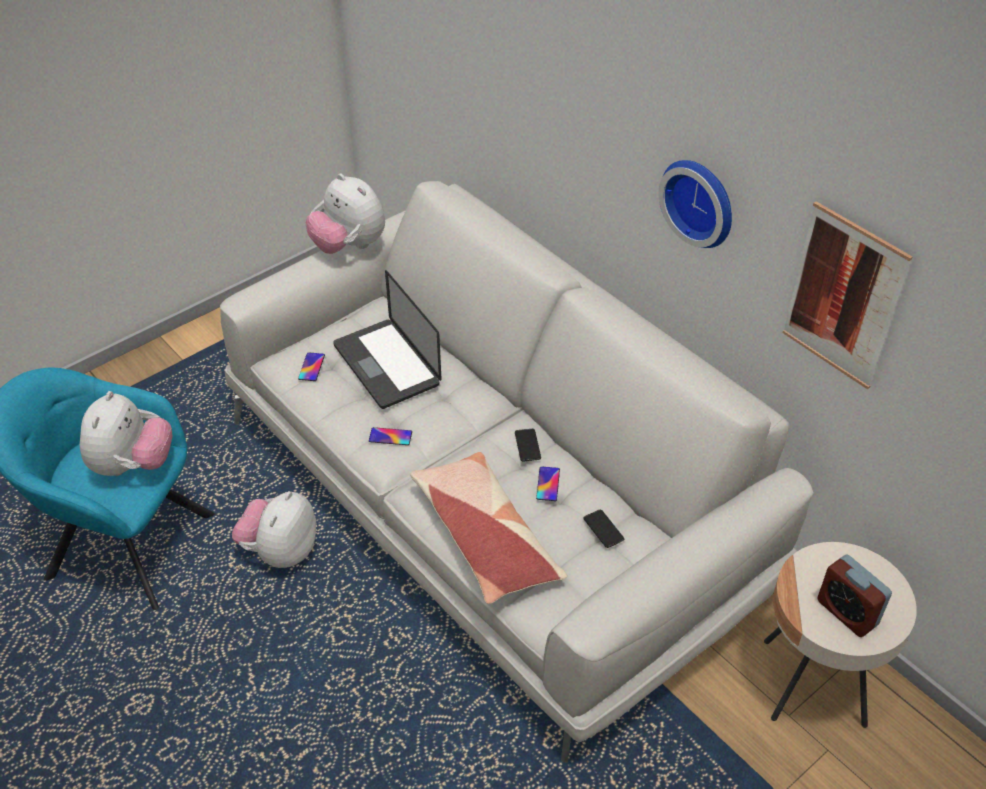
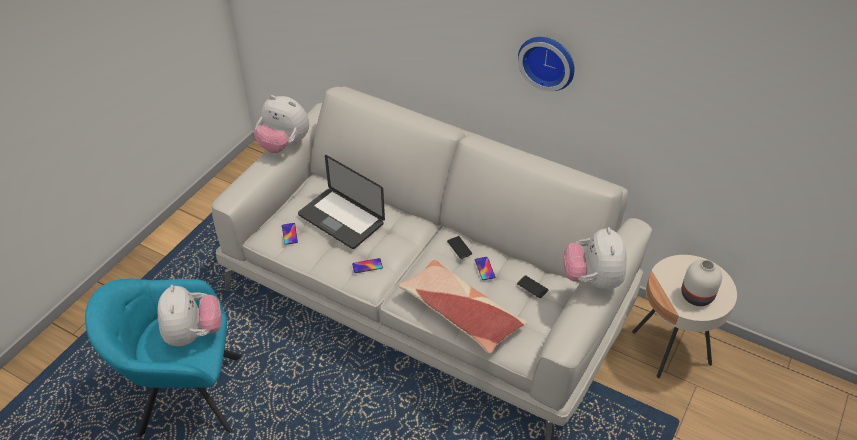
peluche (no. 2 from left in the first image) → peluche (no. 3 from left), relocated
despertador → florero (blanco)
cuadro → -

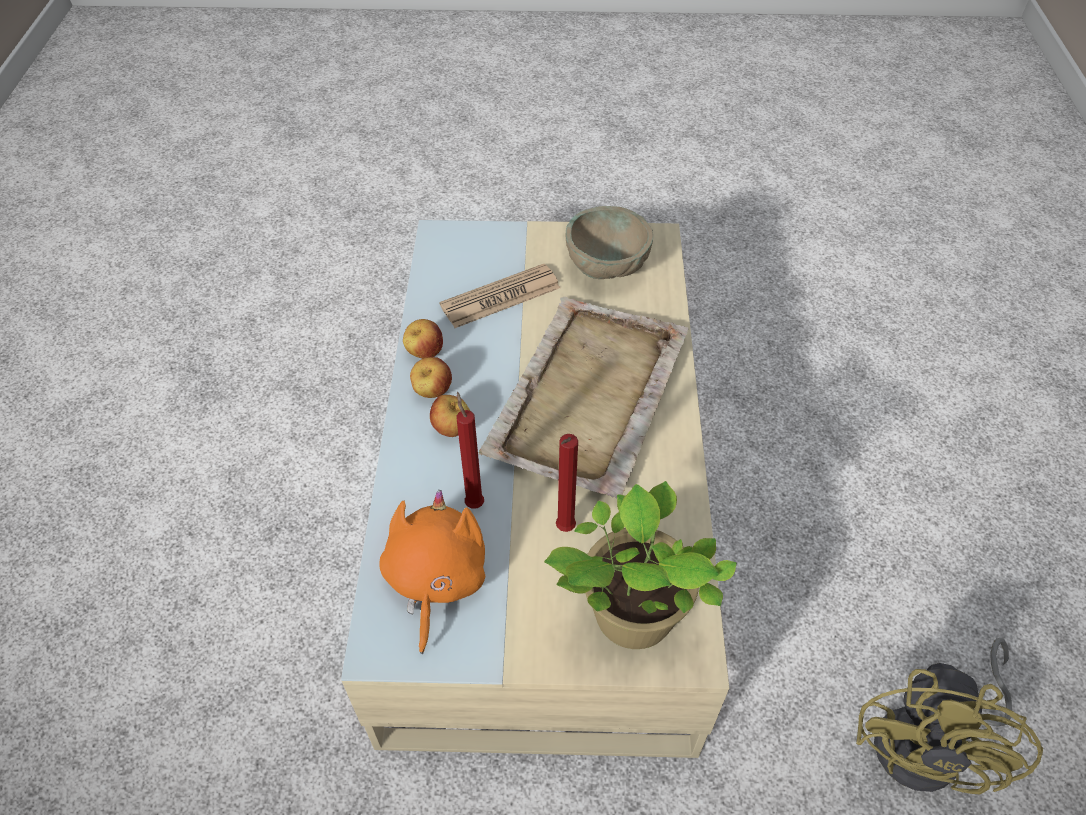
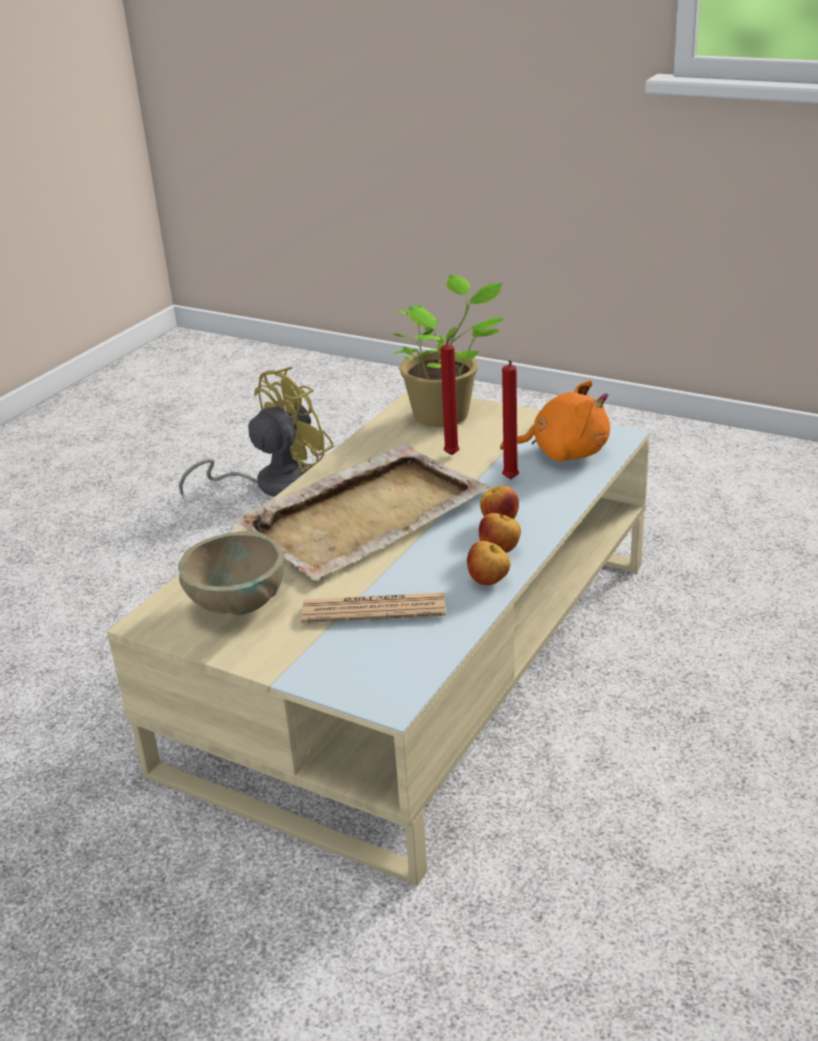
peluche (naranja), 120 degrees counterclockwise

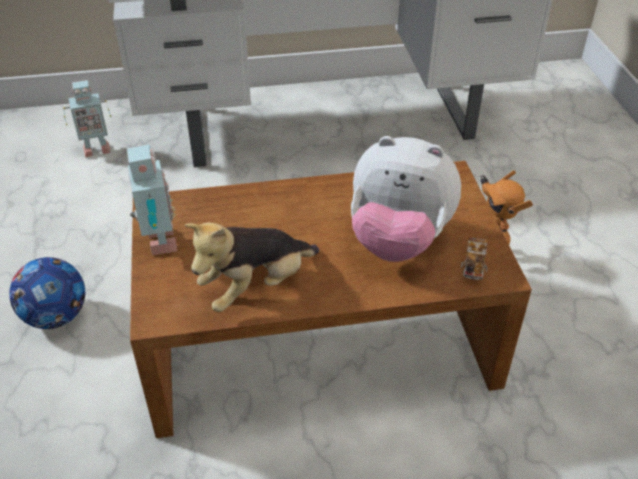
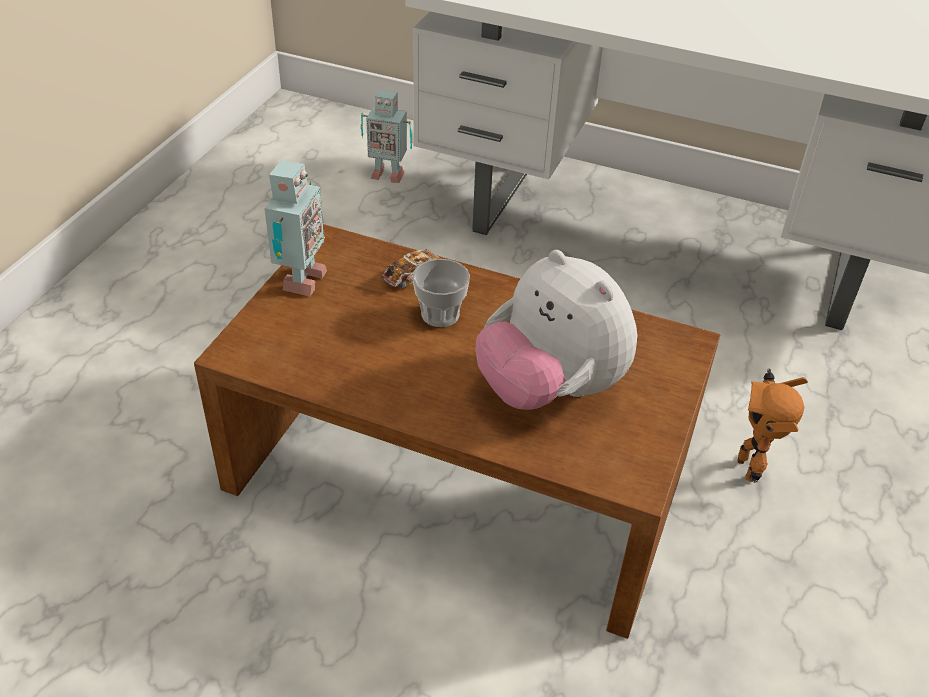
coche de juguete, relocated
- → taza
balón de fútbol → -
peluche (no. 1 from left) → -

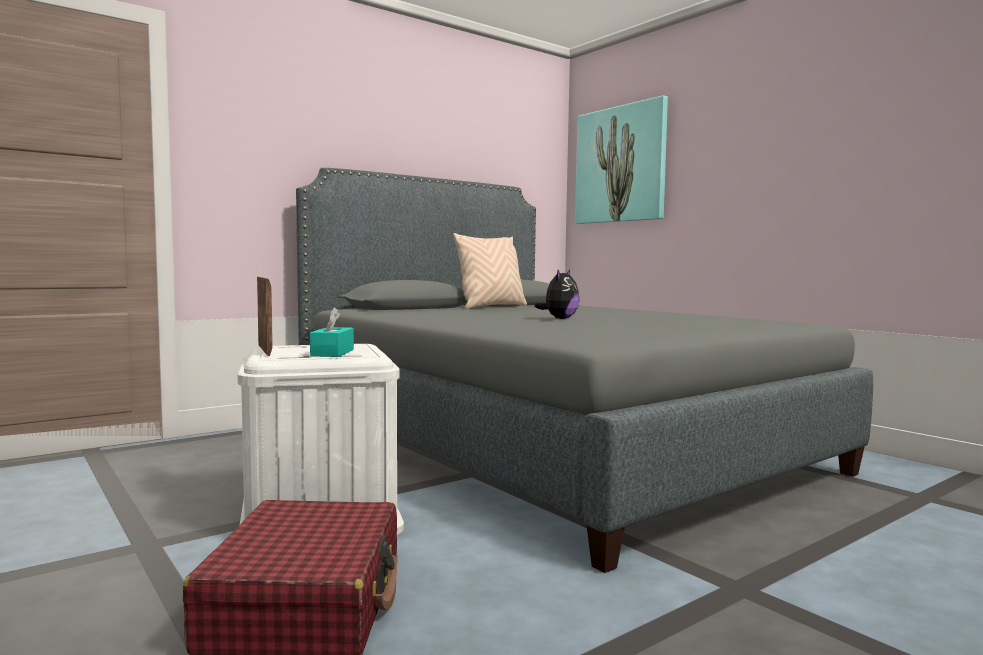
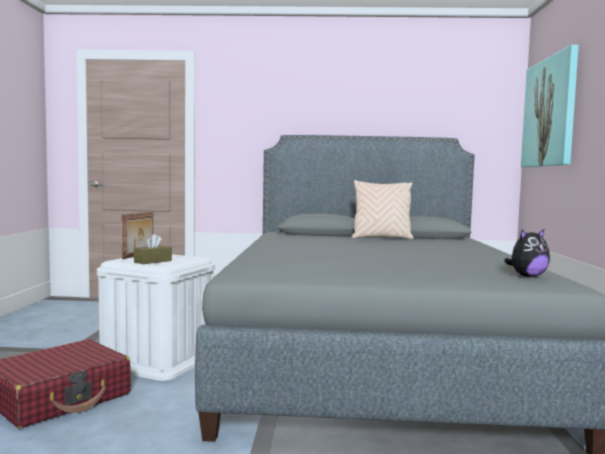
caja de pañuelos (turquesa) → caja de pañuelos (marrón)
peluche, relocated

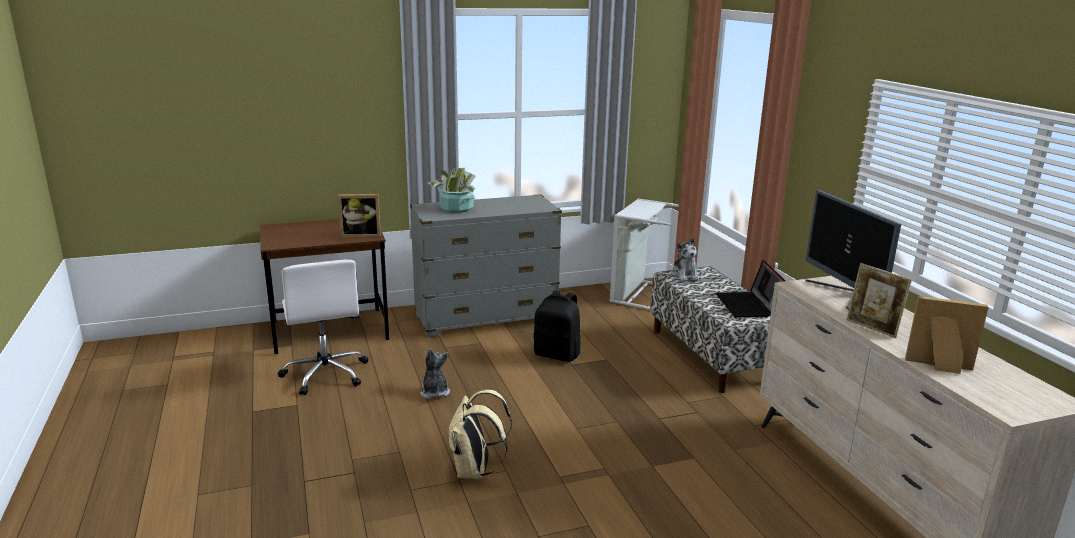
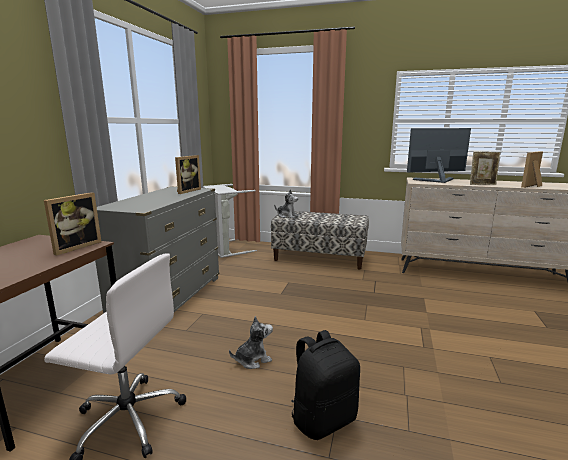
- → portarretratos (no. 2 from left)
peluche (no. 1 from left), 135 degrees clockwise
mochila (negro), relocated
monitor, 150 degrees clockwise
planta en maceta → -
mochila (beis) → -
portátil → -

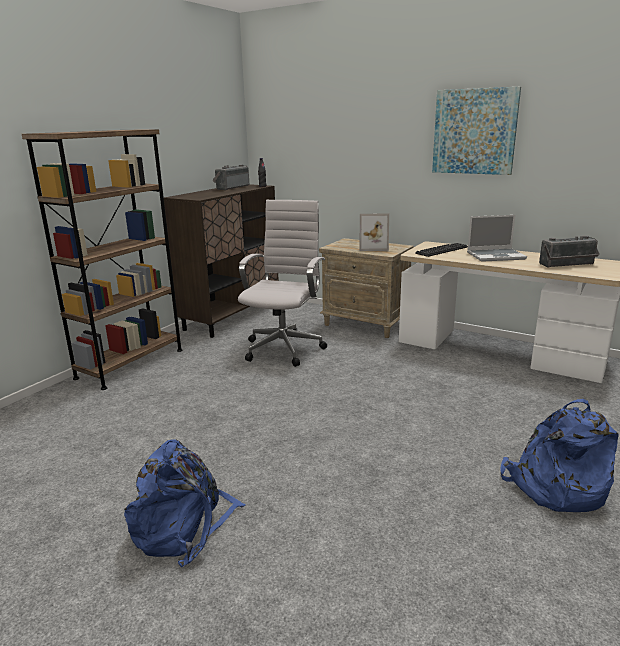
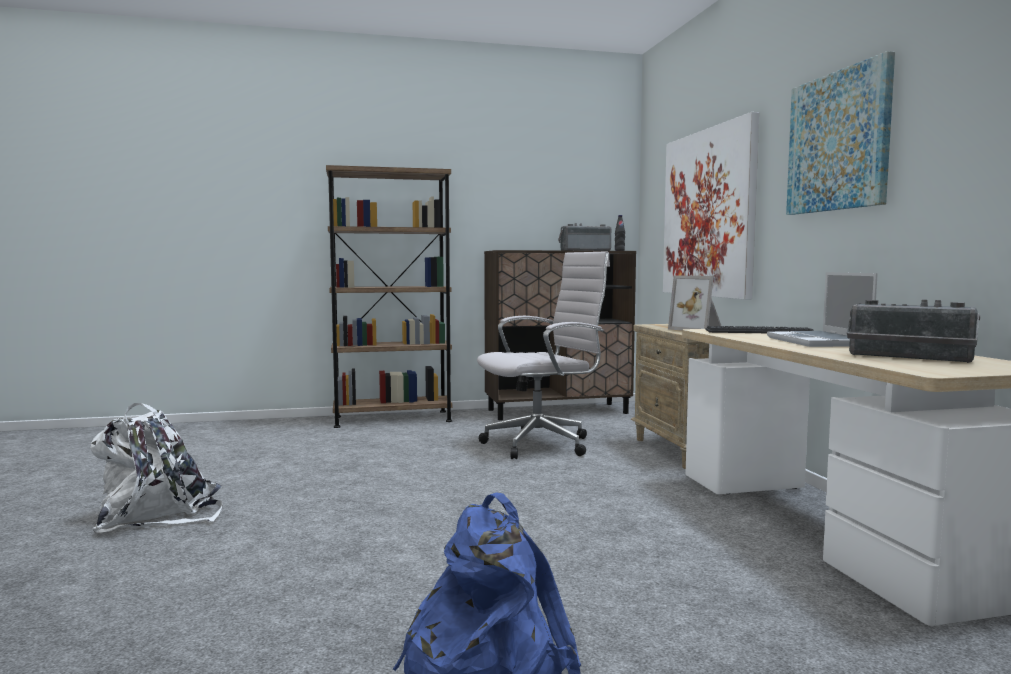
mochila (azul) (no. 1 from left) → mochila (blanco)
- → cuadro (no. 1 from left)
portátil, 45 degrees clockwise

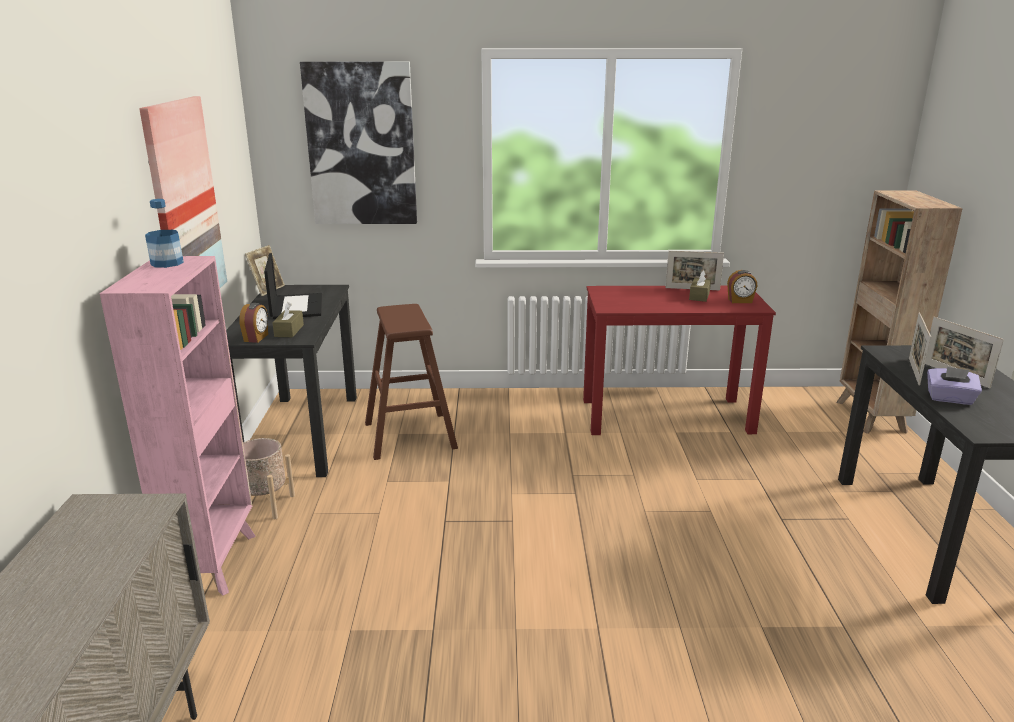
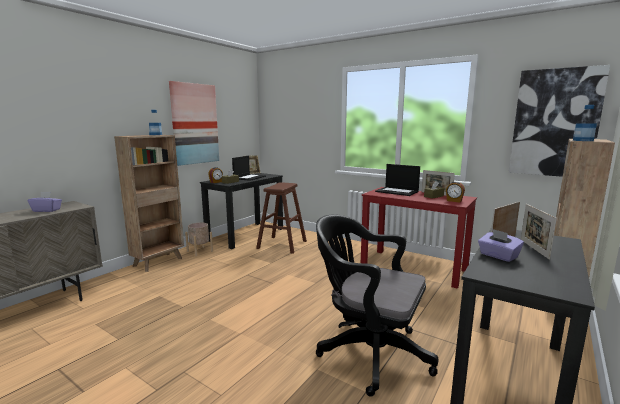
- → caja de pañuelos (morado) (no. 1 from left)
estantería (rosa) → estantería (marrón) (no. 1 from left)
- → silla de oficina (negro)
- → portátil (no. 2 from left)
cuadro (no. 2 from left), relocated
- → botella (no. 2 from left)

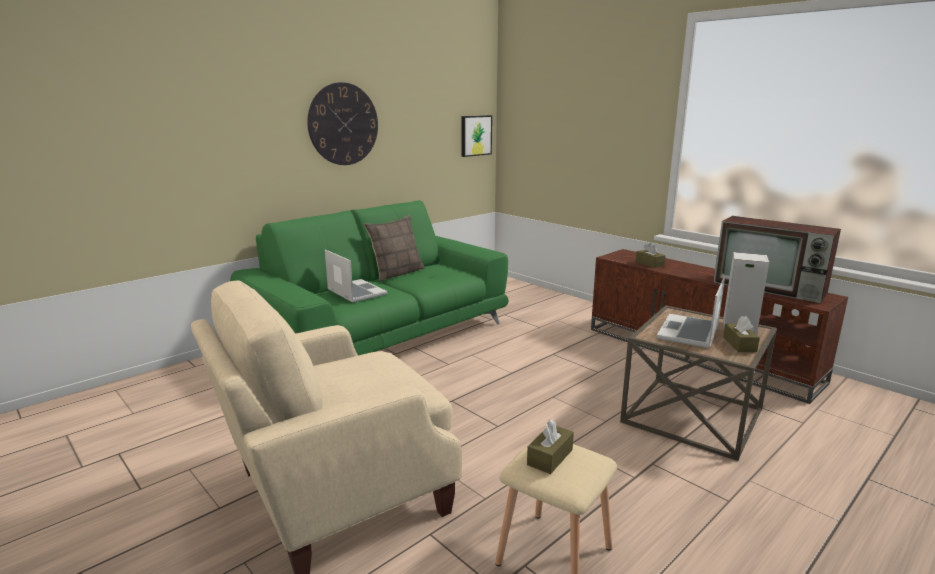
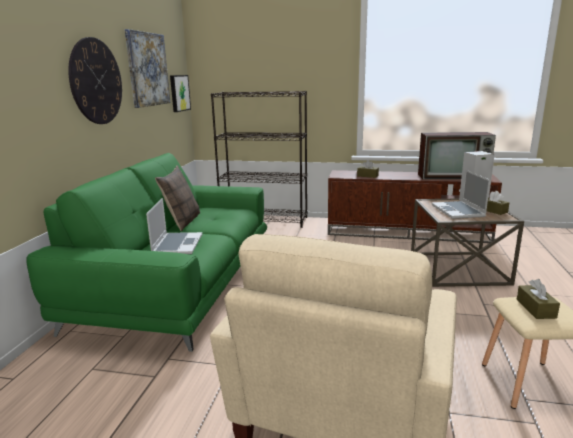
- → cuadro (no. 1 from left)
portátil (no. 1 from left), 75 degrees clockwise
- → estantería (negro)

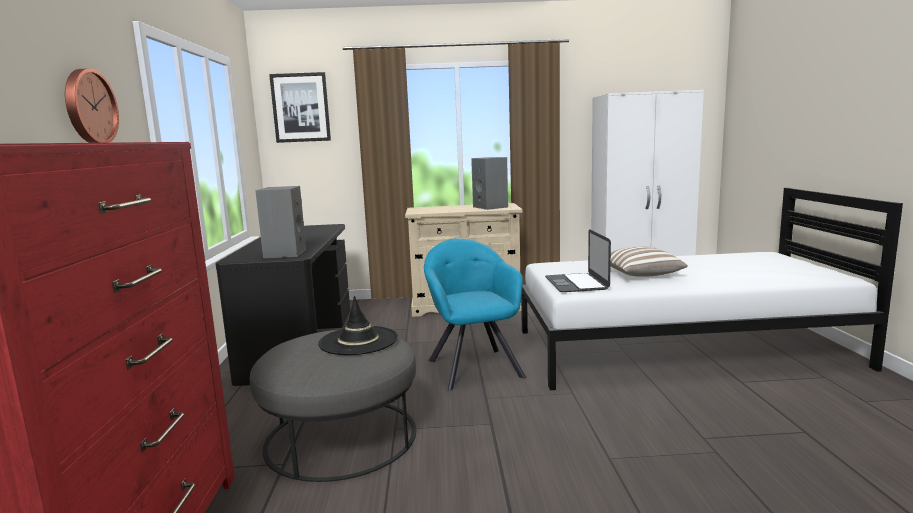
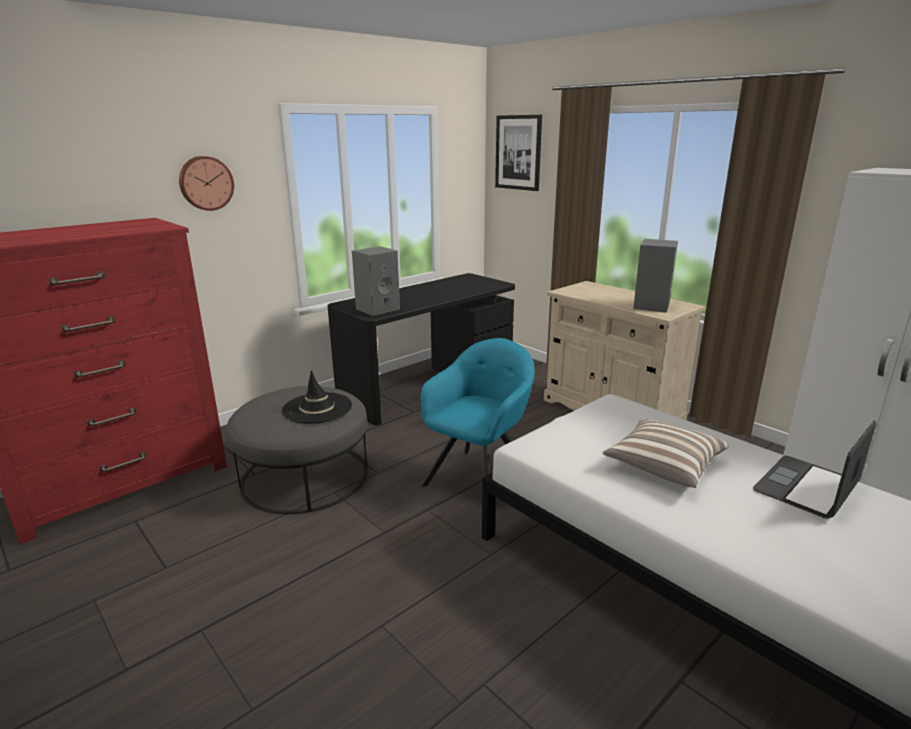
portátil, relocated

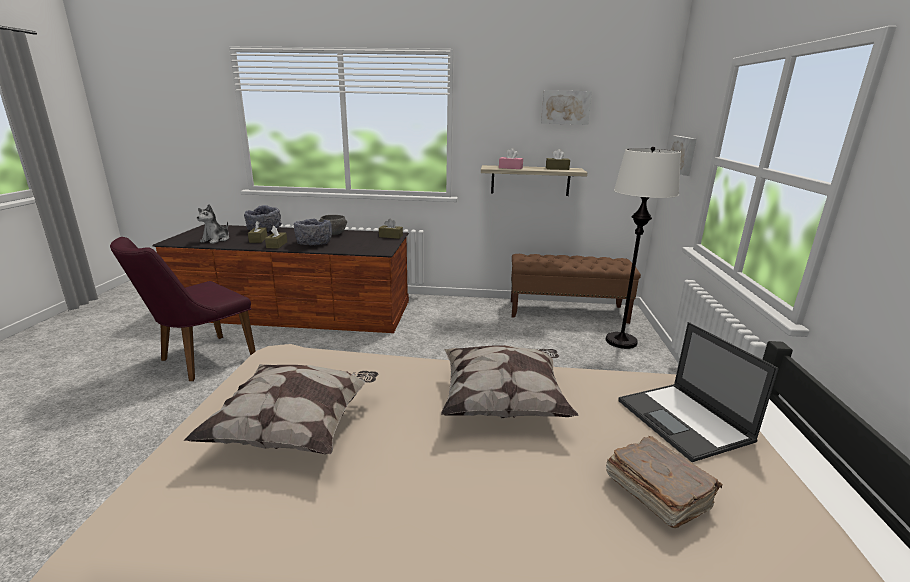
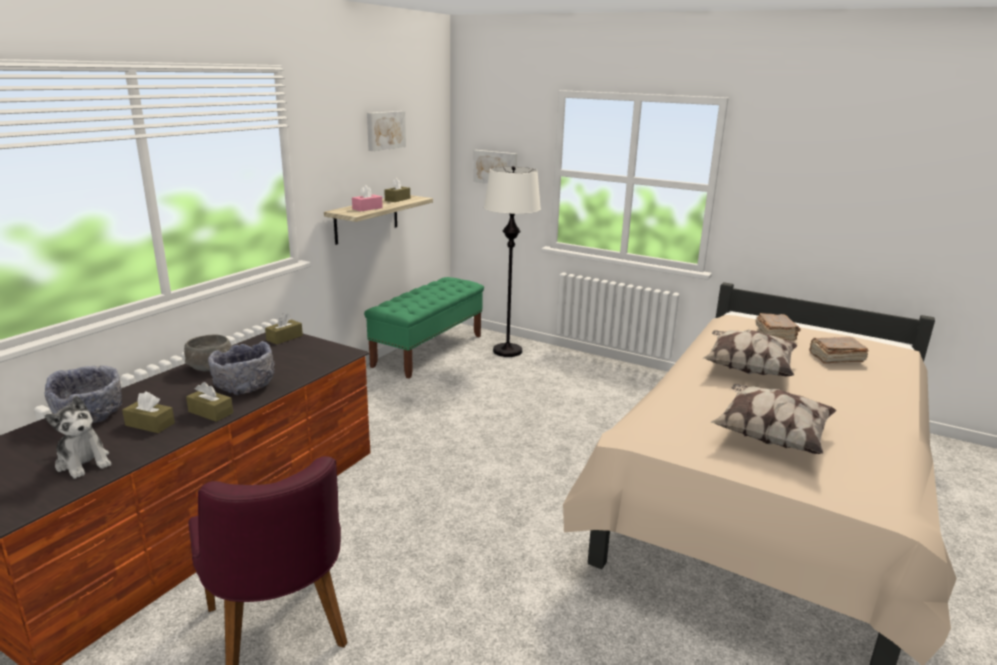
banco (marrón) → banco (verde)
portátil → libro (marrón) (no. 1 from left)

